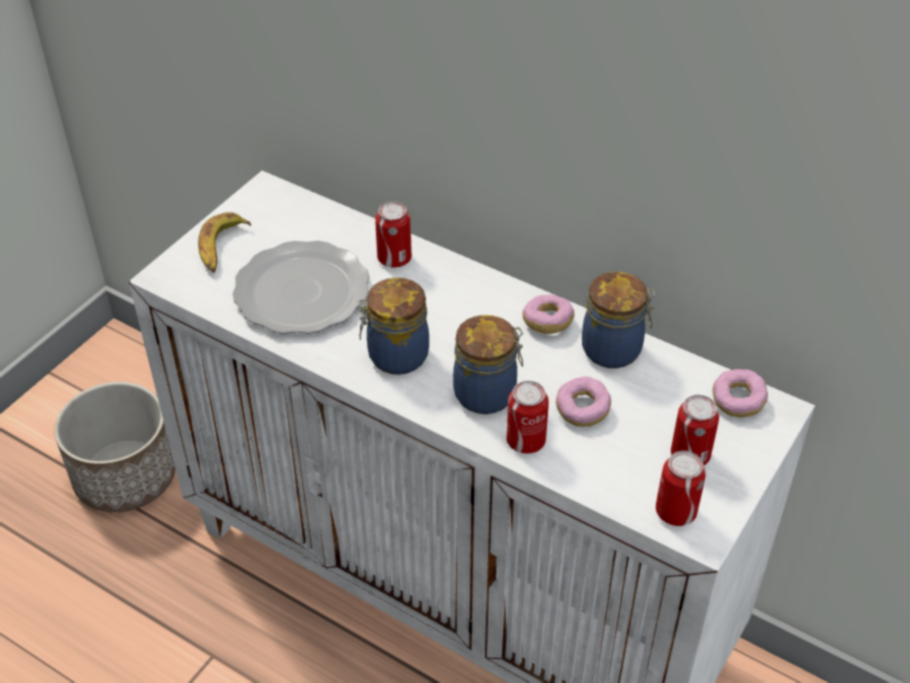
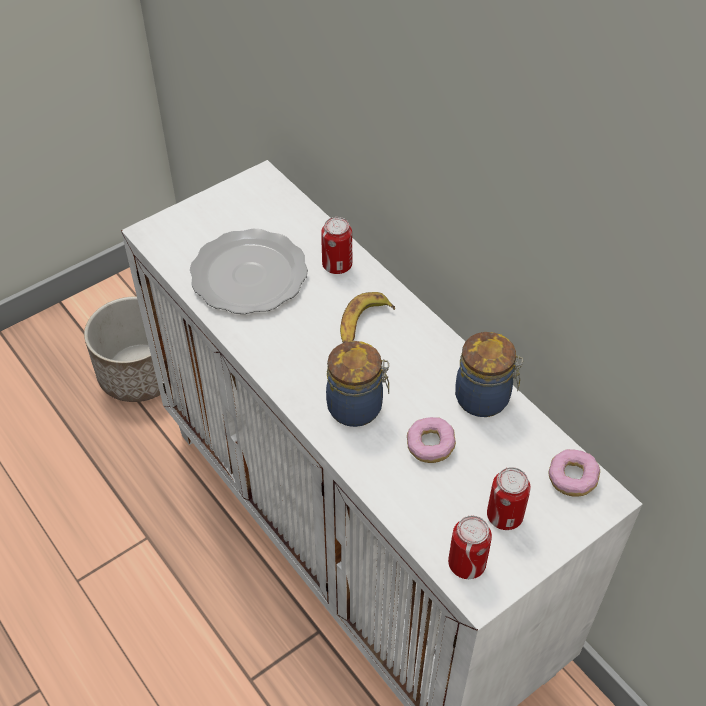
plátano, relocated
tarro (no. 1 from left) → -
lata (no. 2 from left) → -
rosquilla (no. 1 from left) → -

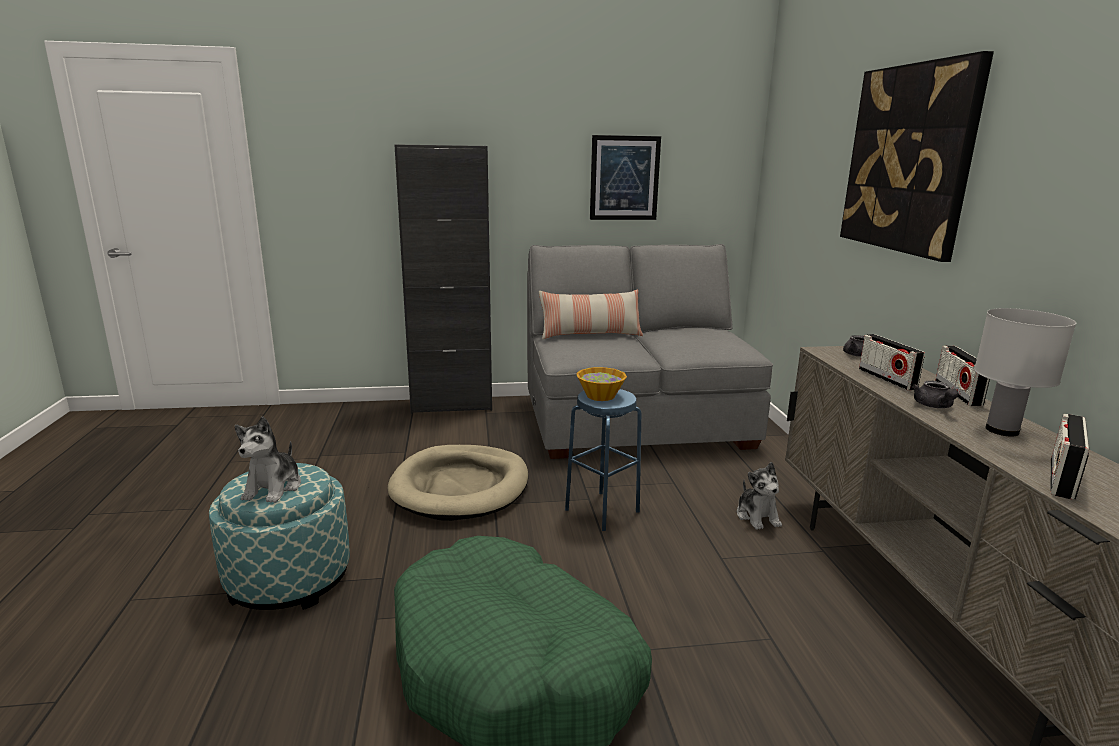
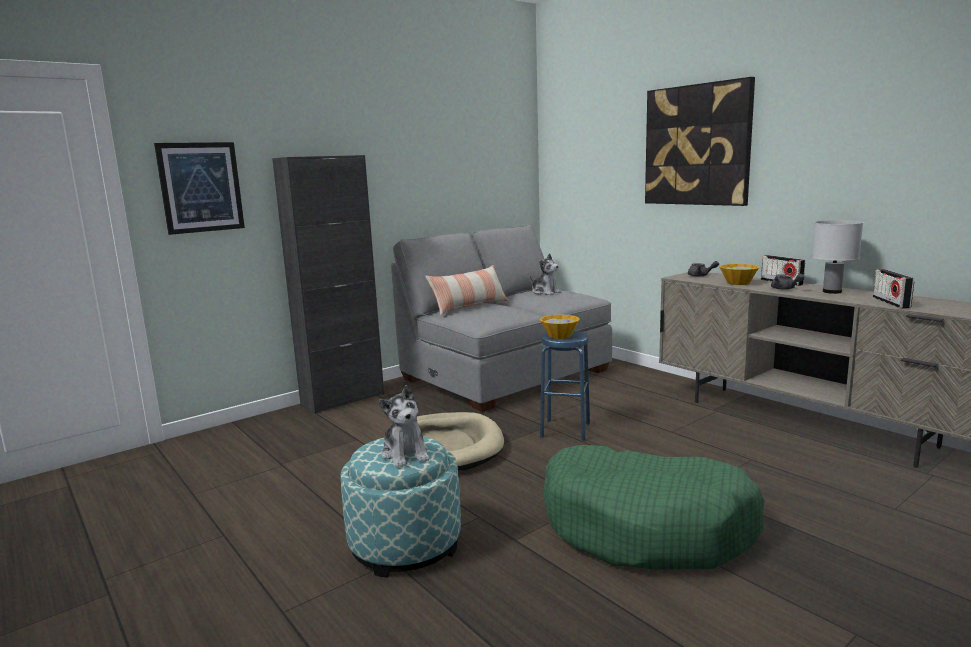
cuadro (no. 1 from left), relocated
peluche (no. 2 from left), relocated
radio (no. 1 from left) → cuenco (no. 2 from left)

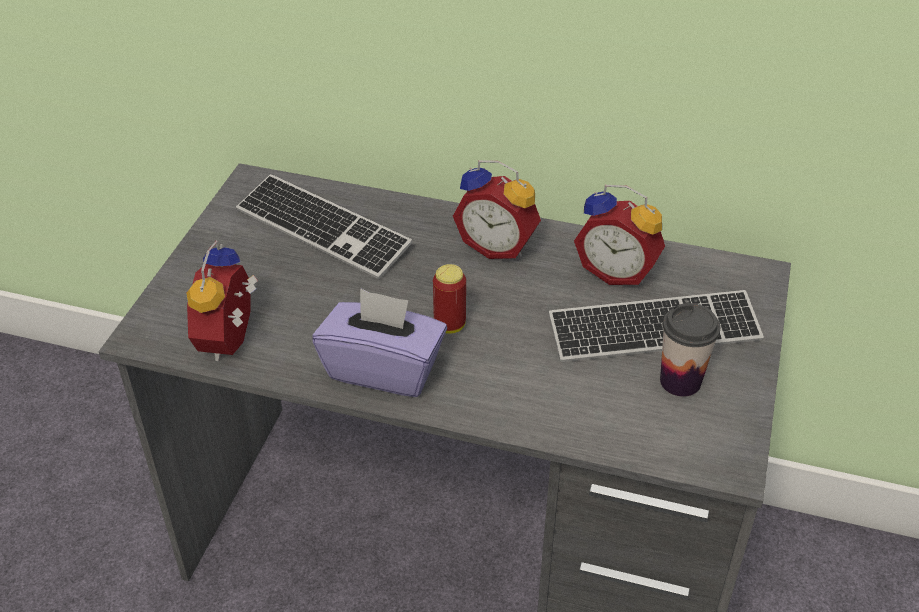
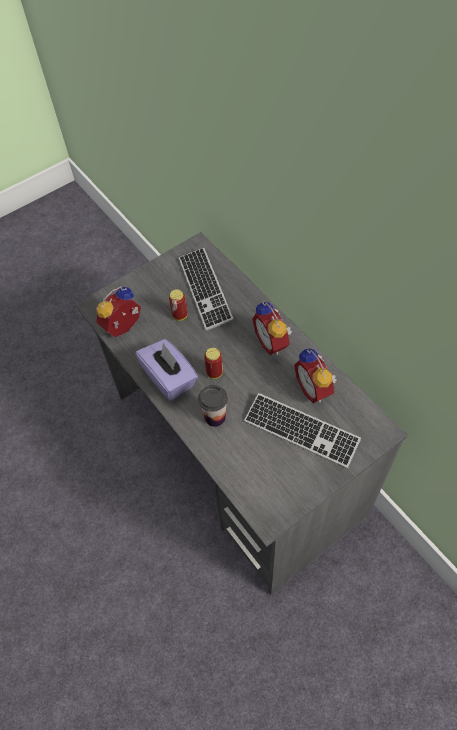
- → lata (no. 1 from left)
taza, relocated

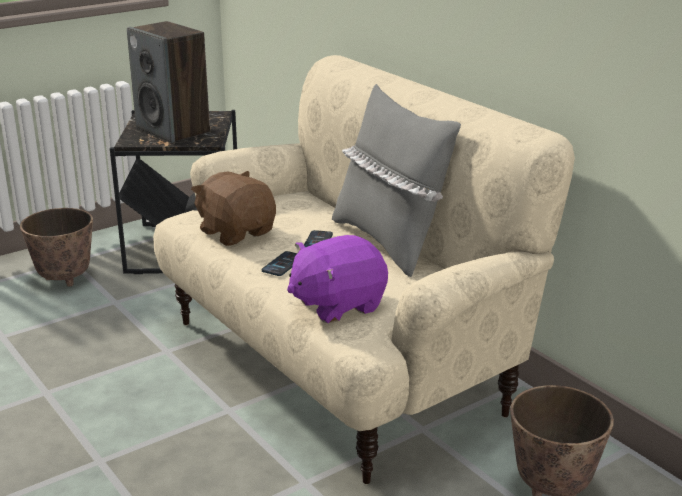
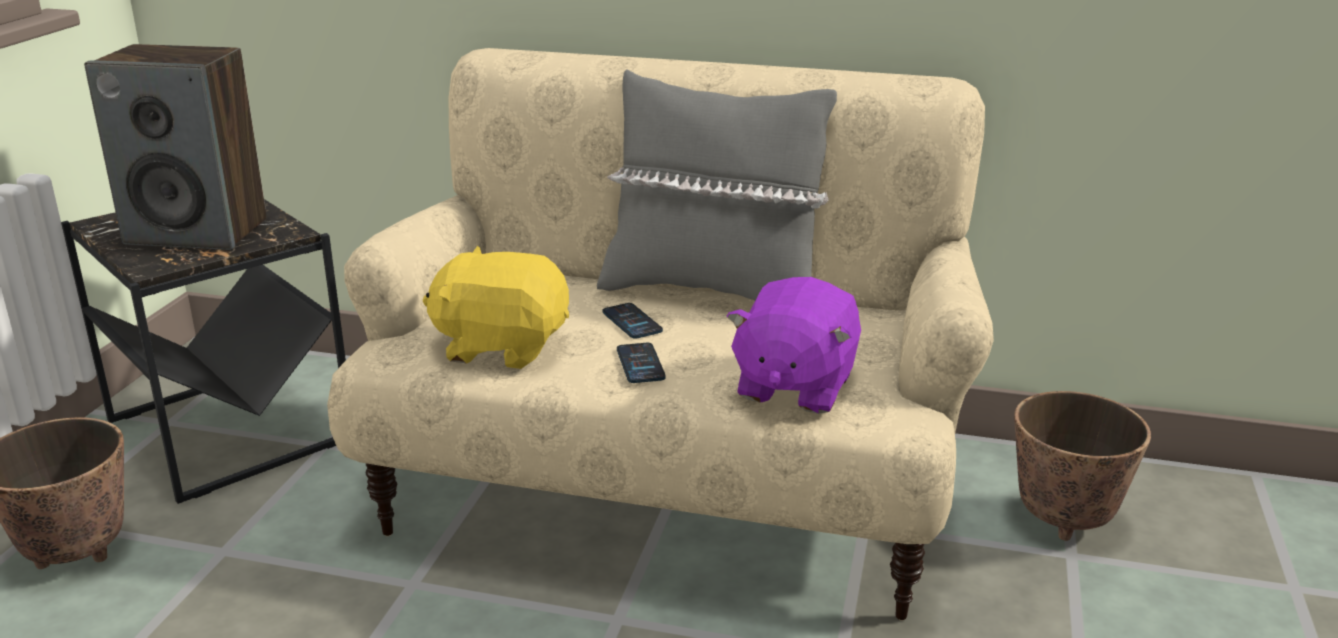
peluche (marrón) → peluche (amarillo)

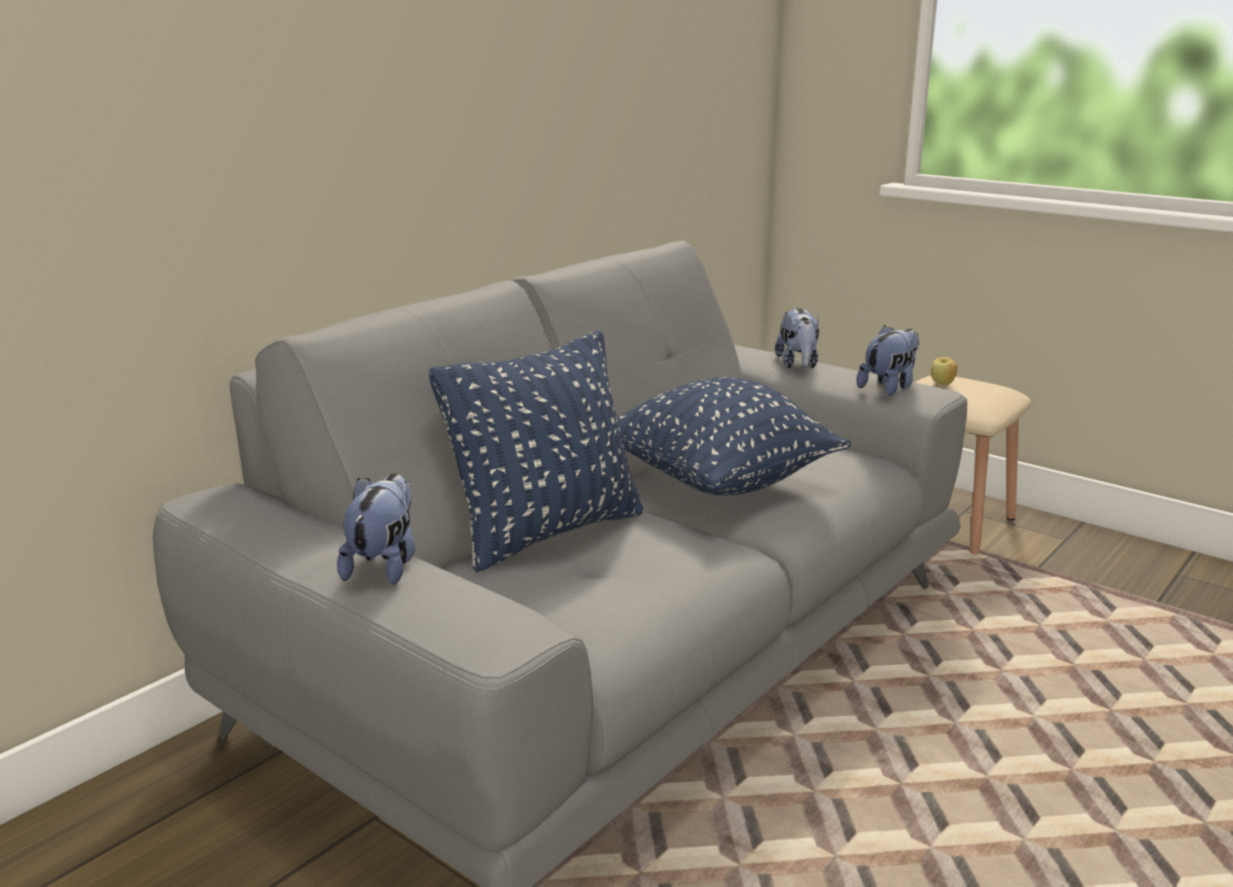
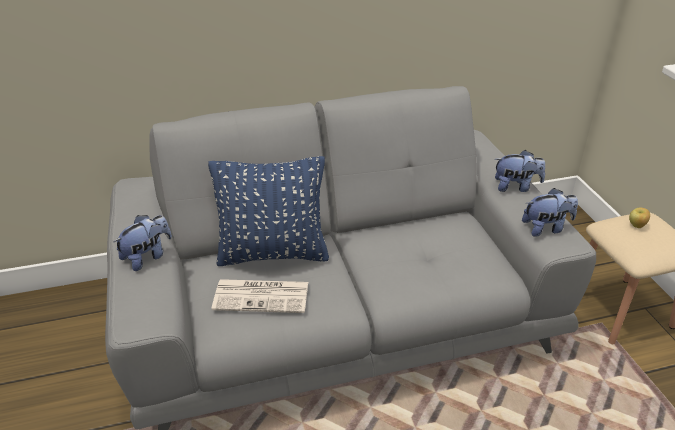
- → periódico
peluche (no. 2 from left), 120 degrees counterclockwise
cojín (azul) (no. 2 from left) → -

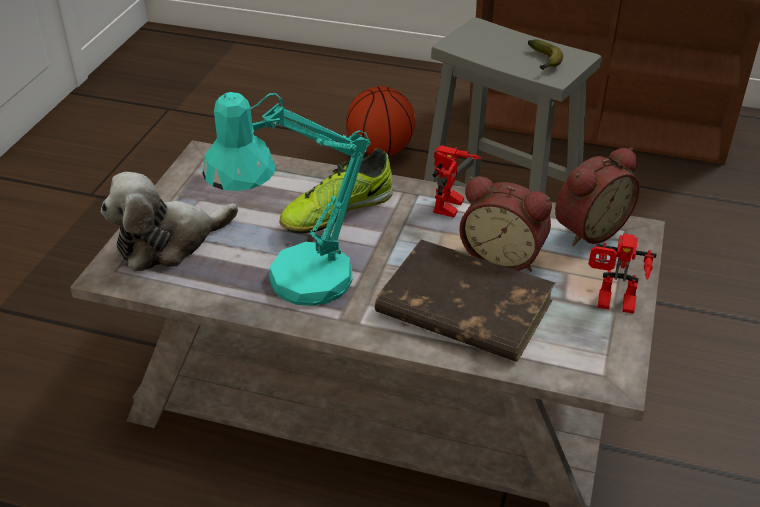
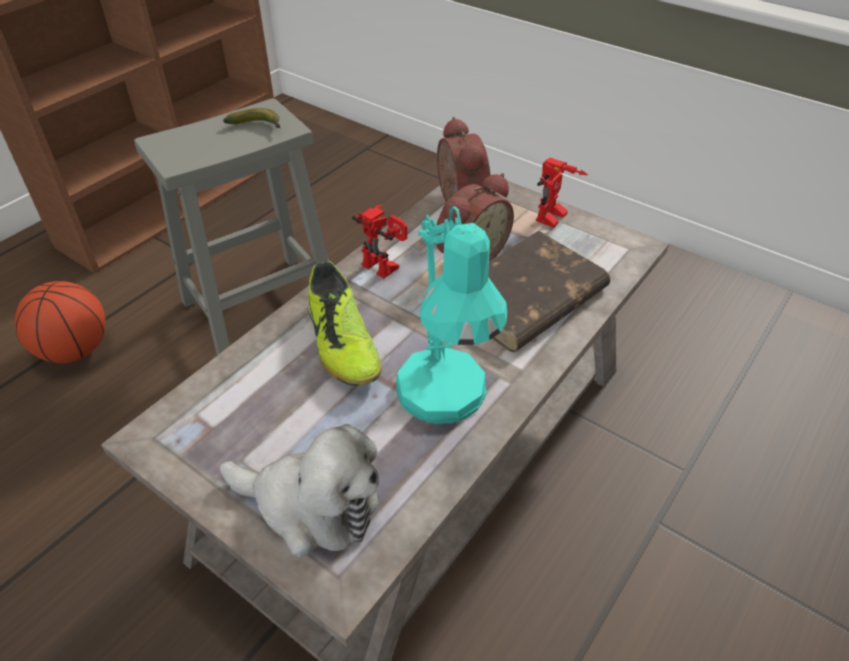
peluche, 60 degrees counterclockwise

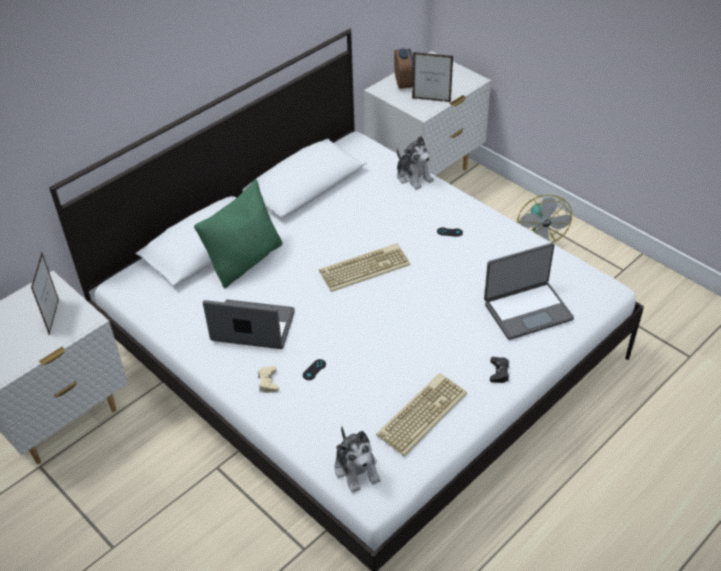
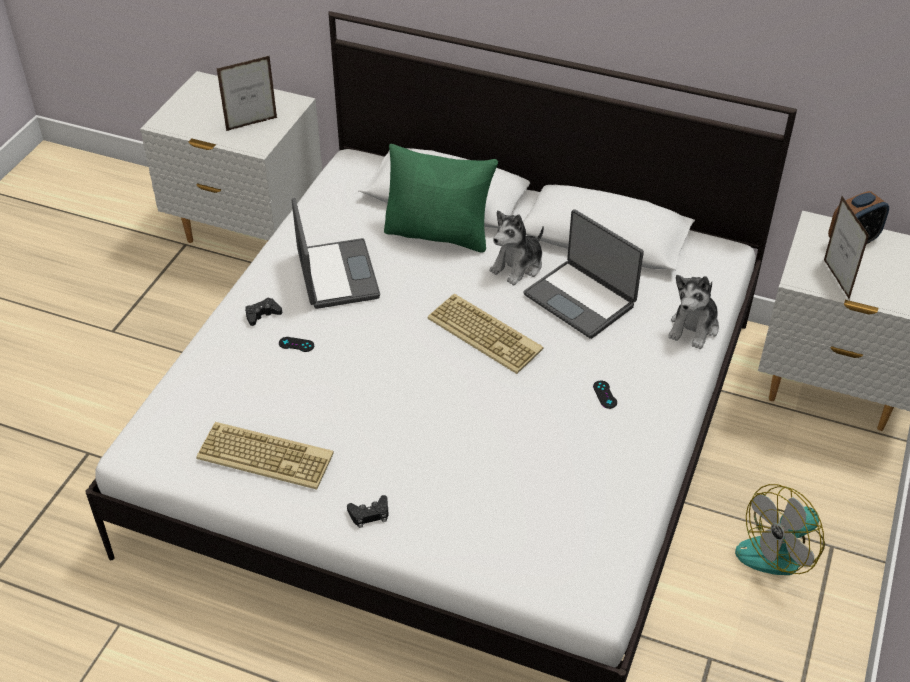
mando de consola (beis) → mando de consola (negro) (no. 1 from left)
peluche (no. 1 from left), relocated
portátil (no. 2 from left), relocated

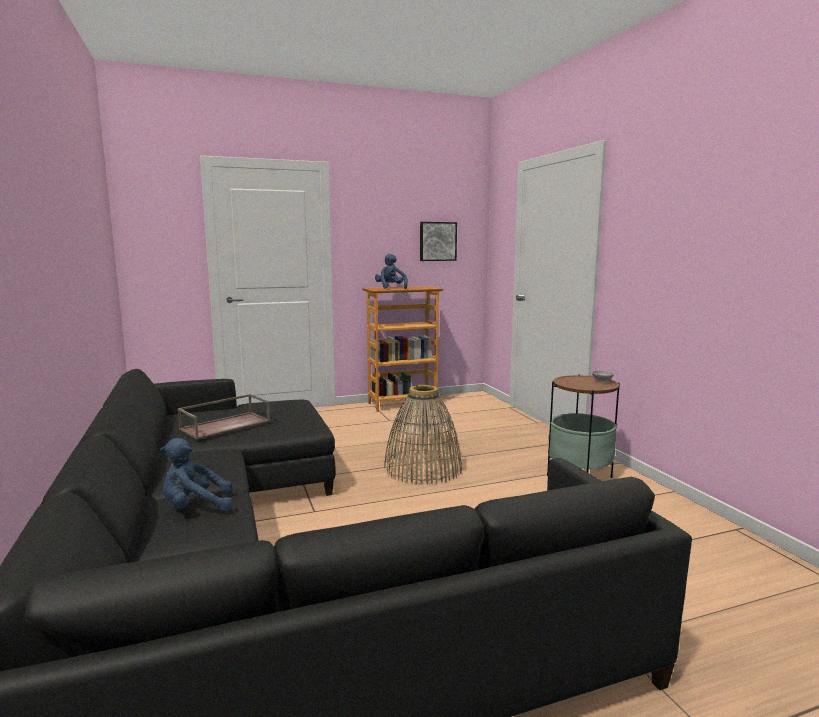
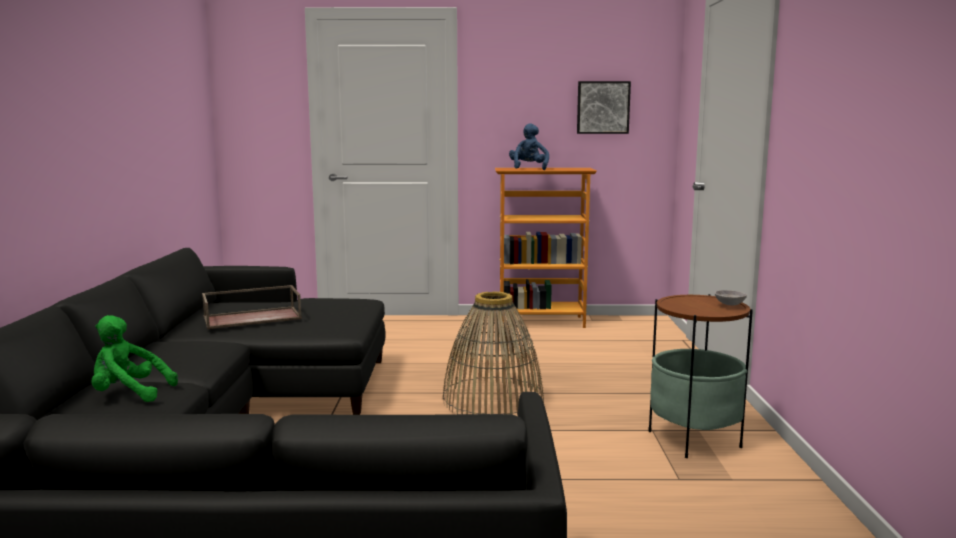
peluche (azul) (no. 1 from left) → peluche (verde)

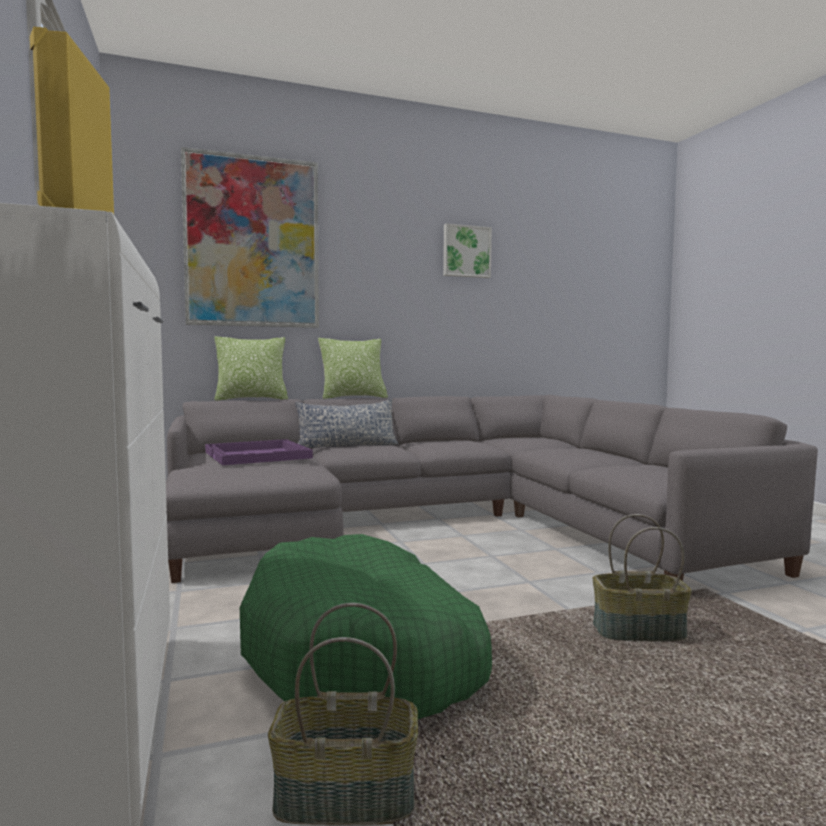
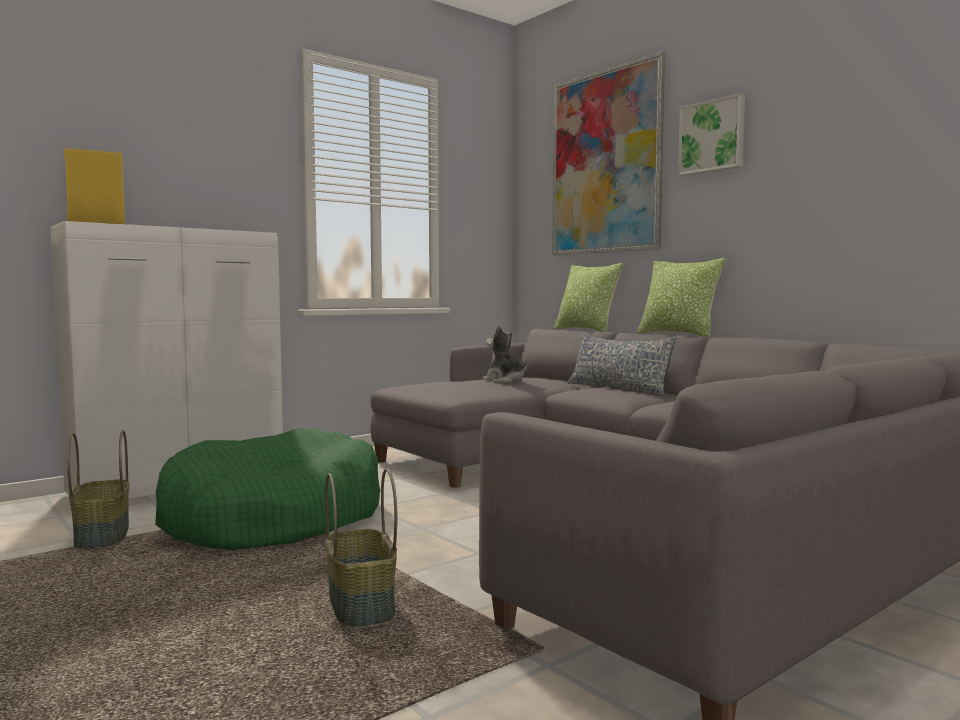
bandeja (morado) → peluche
cuadro (no. 2 from left), relocated

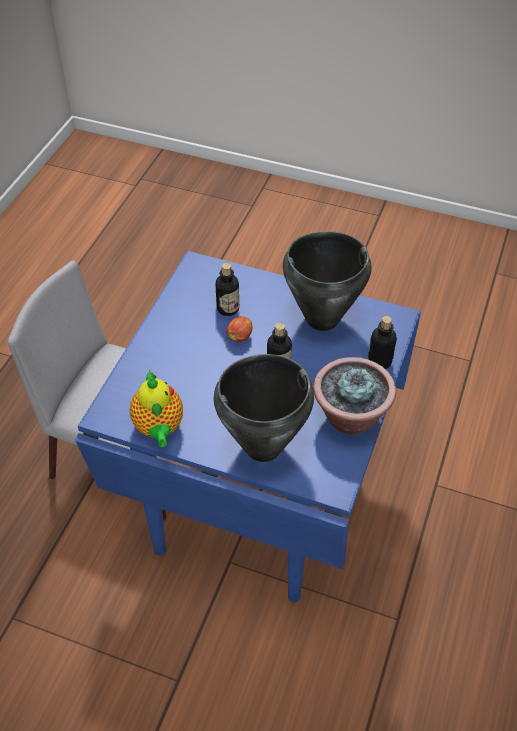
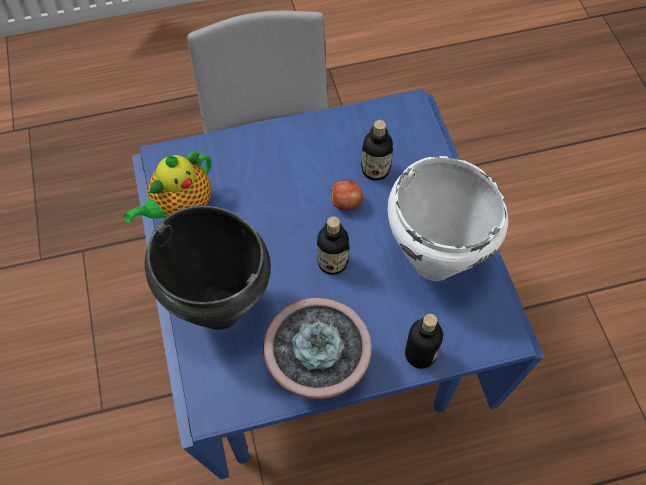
olla (negro) (no. 2 from left) → olla (blanco)

